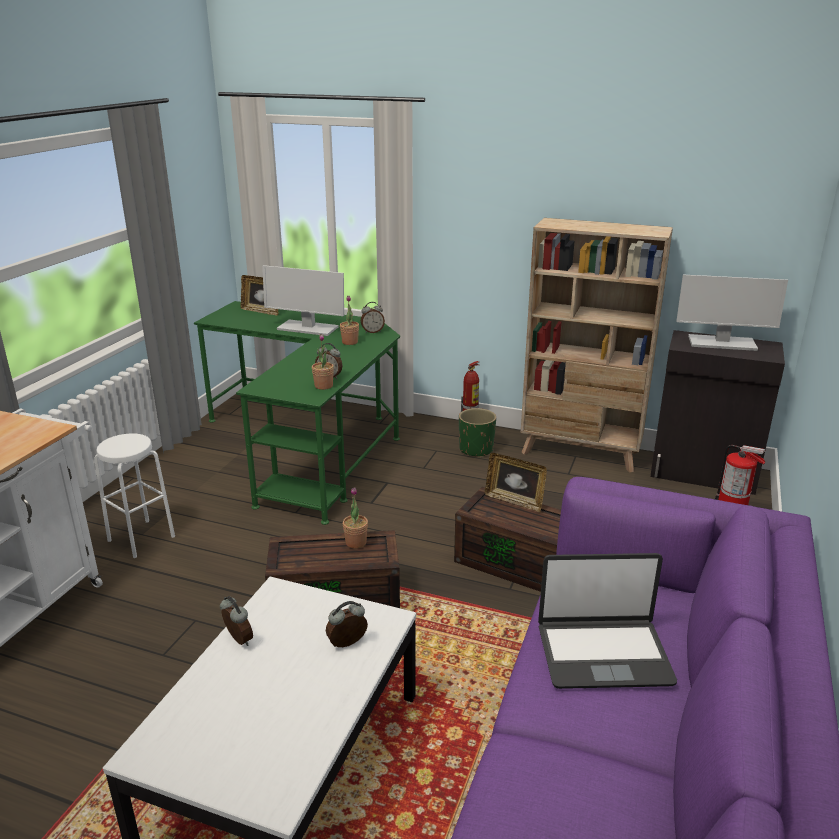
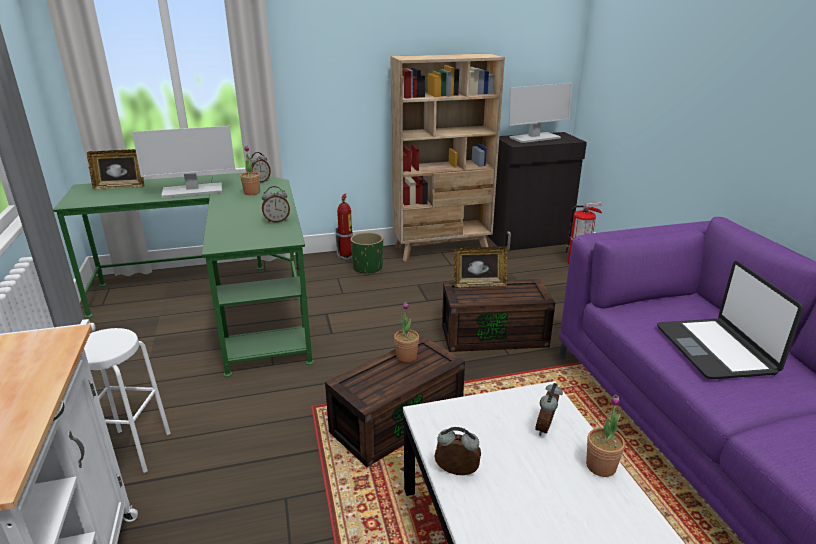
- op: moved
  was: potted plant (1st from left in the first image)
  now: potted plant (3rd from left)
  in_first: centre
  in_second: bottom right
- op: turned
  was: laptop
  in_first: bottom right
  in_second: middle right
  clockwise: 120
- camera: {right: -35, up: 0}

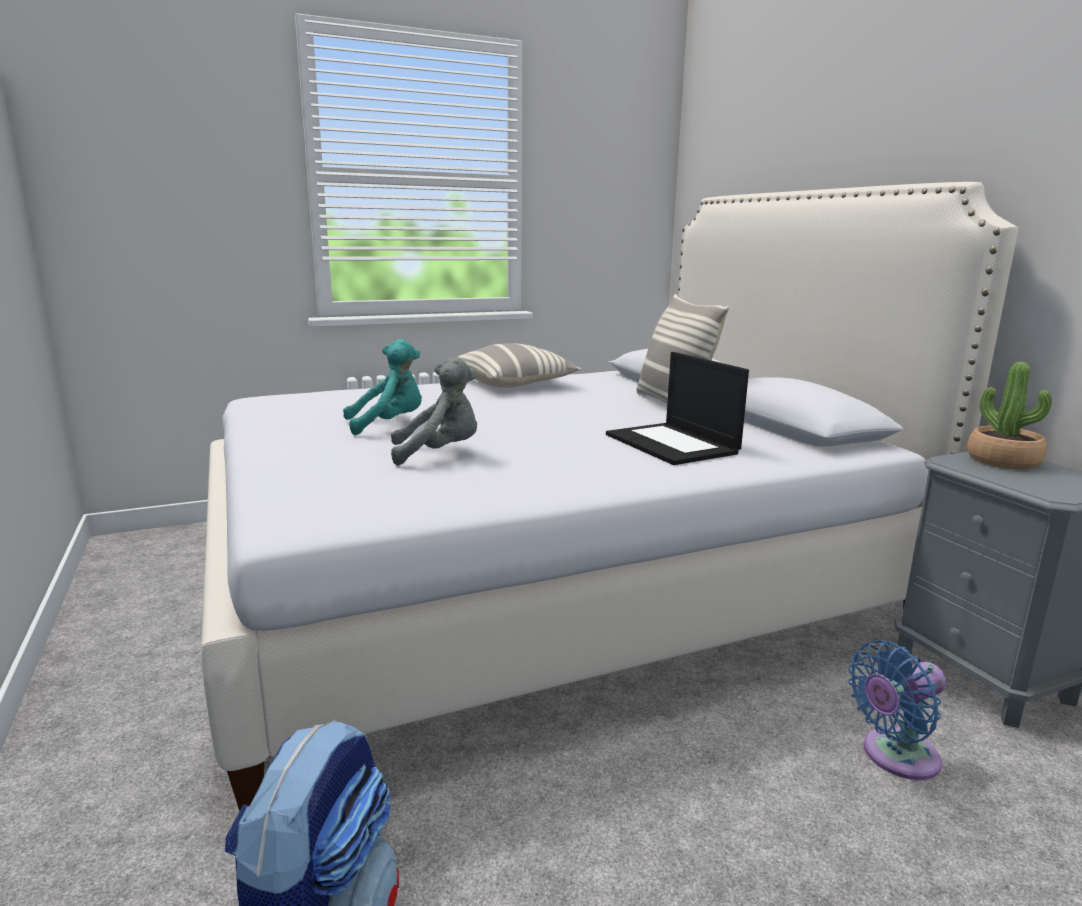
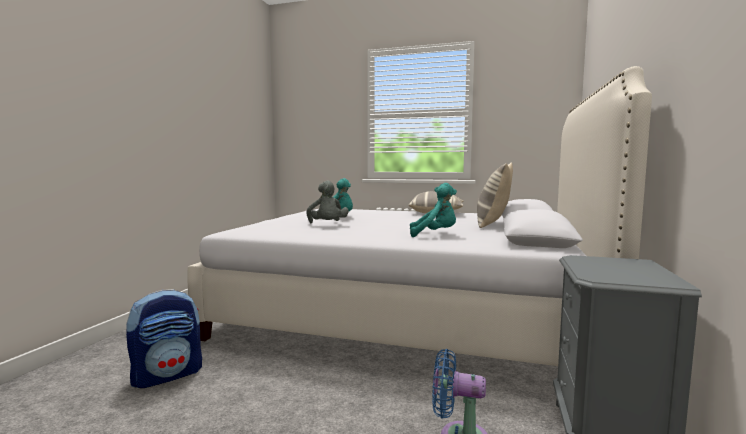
- op: turned
  was: grey plush toy
  in_first: centre
  in_second: centre
  clockwise: 45
- op: replaced
  was: laptop
  now: turquoise plush toy (2nd from left)
  in_first: centre
  in_second: centre
- op: removed
  was: potted plant
  in_first: middle right
- camera: {right: 40, up: -10}

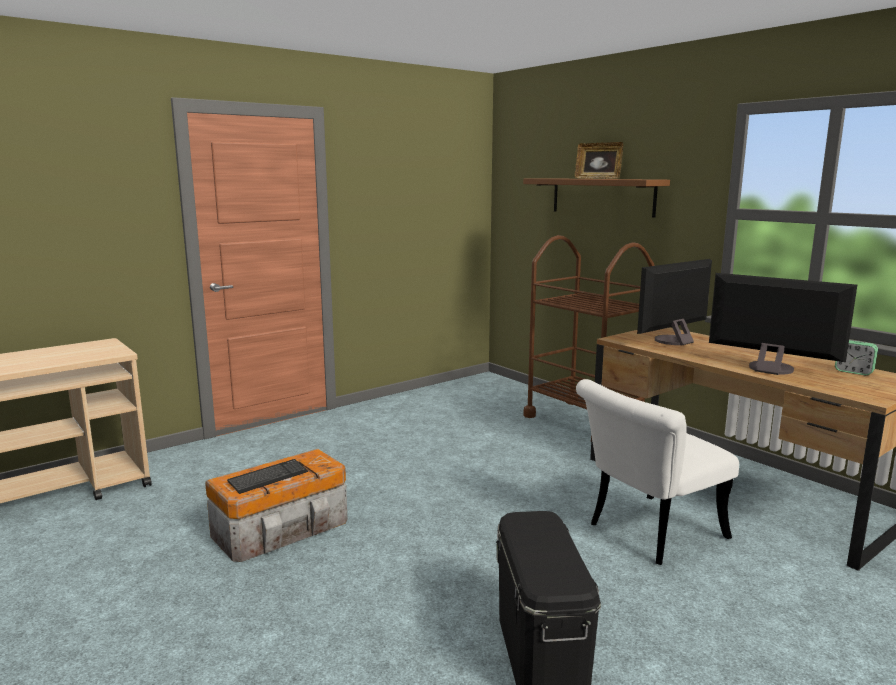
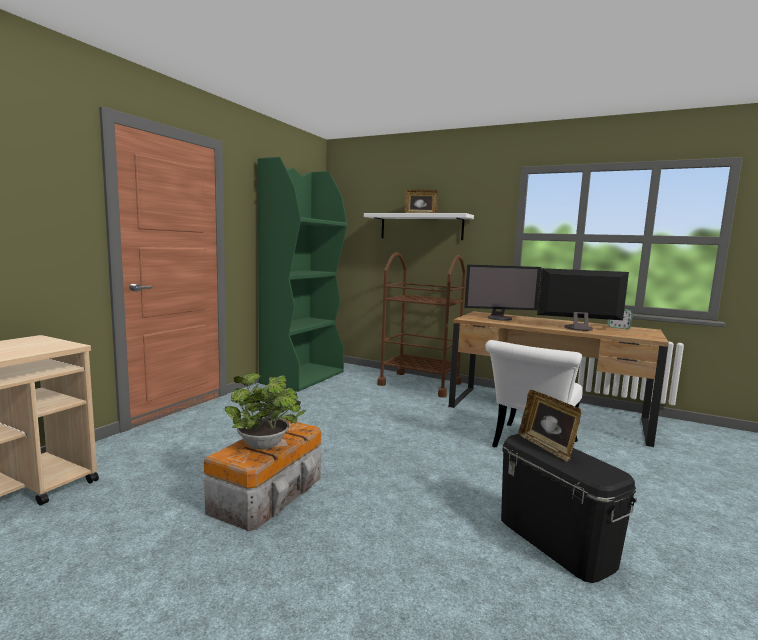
- op: replaced
  was: keyboard
  now: potted plant
  in_first: bottom left
  in_second: centre
- op: added
  now: green bookcase
  in_second: centre
- op: recoloured
  was: brown shelf
  now: white shelf
  in_first: top centre
  in_second: centre
- op: turned
  was: monitor (1st from left)
  in_first: middle right
  in_second: centre
  clockwise: -120
- op: added
  now: picture frame (2nd from left)
  in_second: middle right
- camera: {right: -25, up: -5}

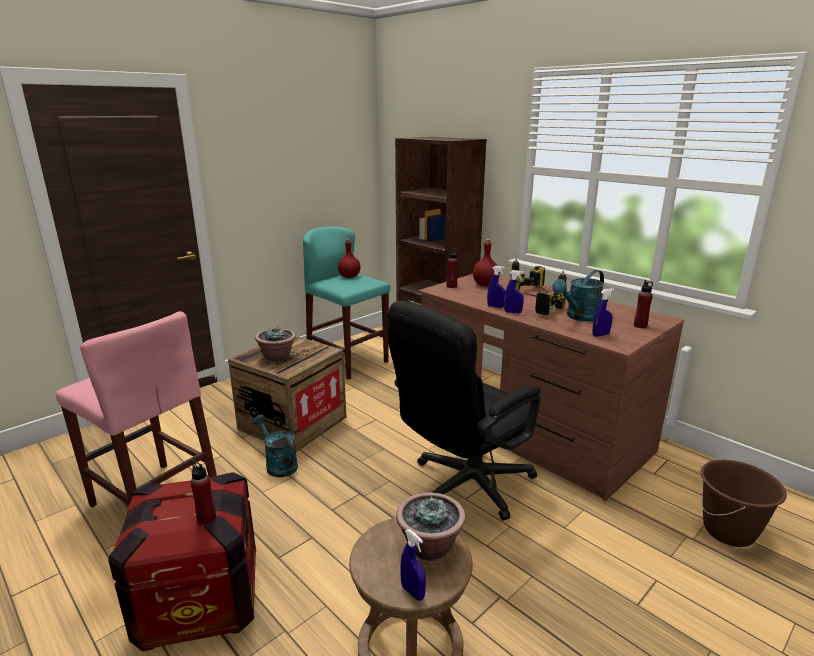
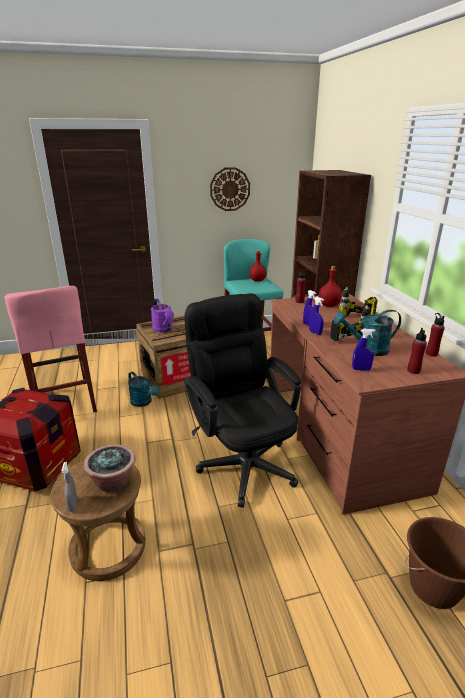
- op: recoloured
  was: blue spray bottle (1st from left)
  now: grey spray bottle
  in_first: bottom centre
  in_second: bottom left
- op: turned
  was: turquoise watering can (1st from left)
  in_first: bottom centre
  in_second: middle left
  clockwise: 150
- op: replaced
  was: potted plant (1st from left)
  now: purple watering can
  in_first: centre
  in_second: centre
- op: turned
  was: black office chair
  in_first: centre
  in_second: centre
  clockwise: 75
- op: added
  now: wall clock
  in_second: top centre
- op: moved
  was: red bottle (1st from left in the first image)
  now: red bottle (5th from left)
  in_first: bottom left
  in_second: middle right
- camera: {right: 30, up: 5}

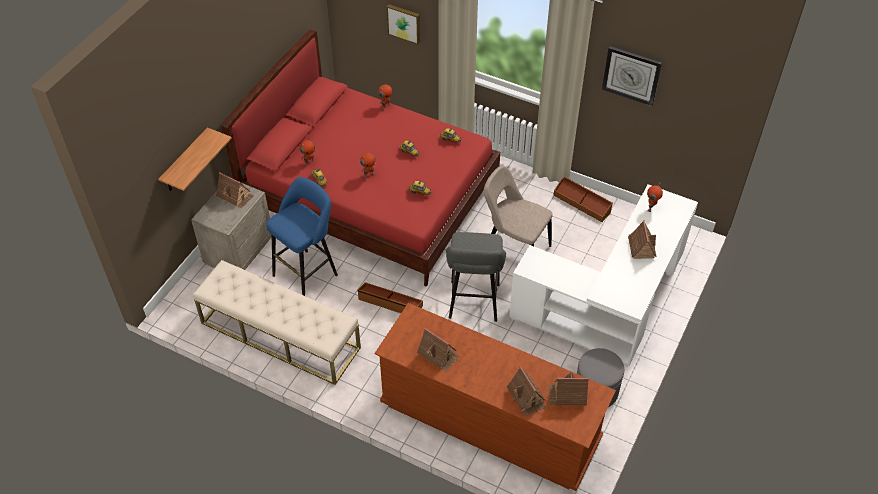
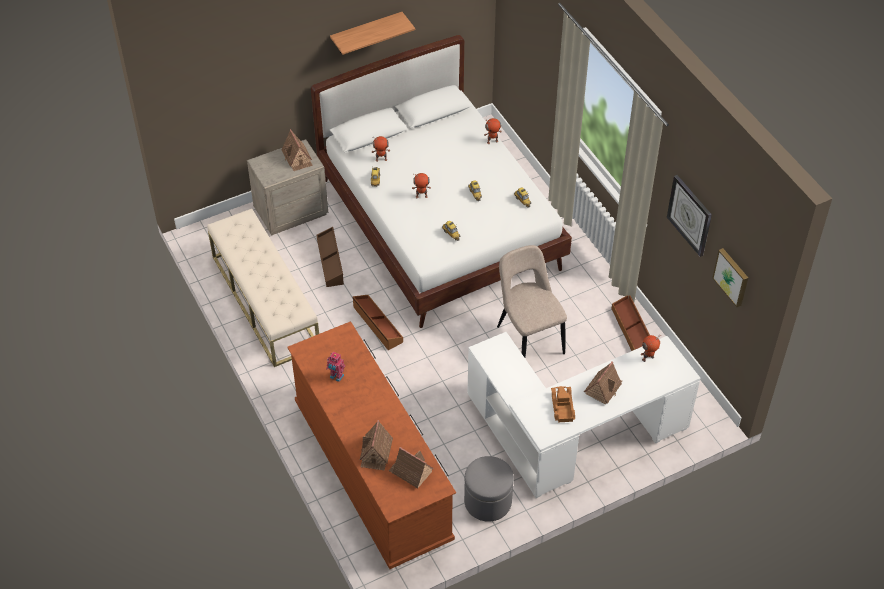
- op: recoloured
  was: red bed
  now: white bed
  in_first: top centre
  in_second: top centre
- op: replaced
  was: blue stool
  now: brown storage box (1st from left)
  in_first: centre
  in_second: centre
- op: replaced
  was: toy house (2nd from left)
  now: toy robot (1st from left)
  in_first: bottom centre
  in_second: centre
- op: moved
  was: shelf
  in_first: top left
  in_second: top centre
- op: added
  now: toy truck
  in_second: bottom centre
- op: moved
  was: picture
  in_first: top centre
  in_second: middle right
- op: removed
  was: grey stool
  in_first: centre
- camera: {right: 35, up: 0}

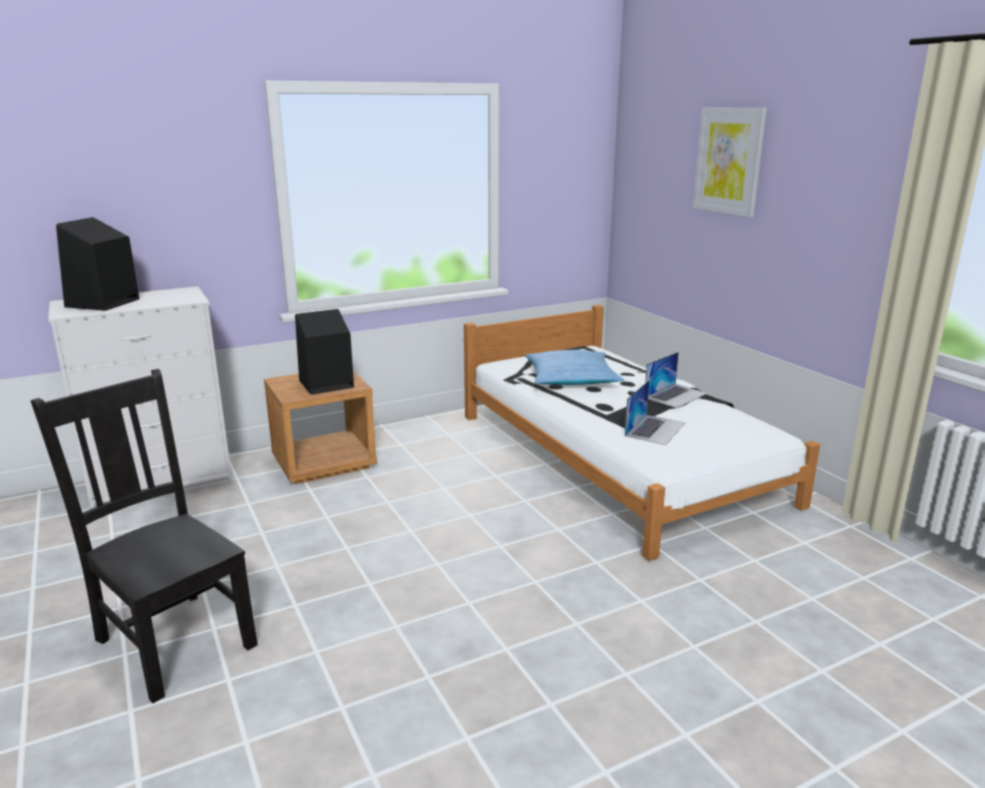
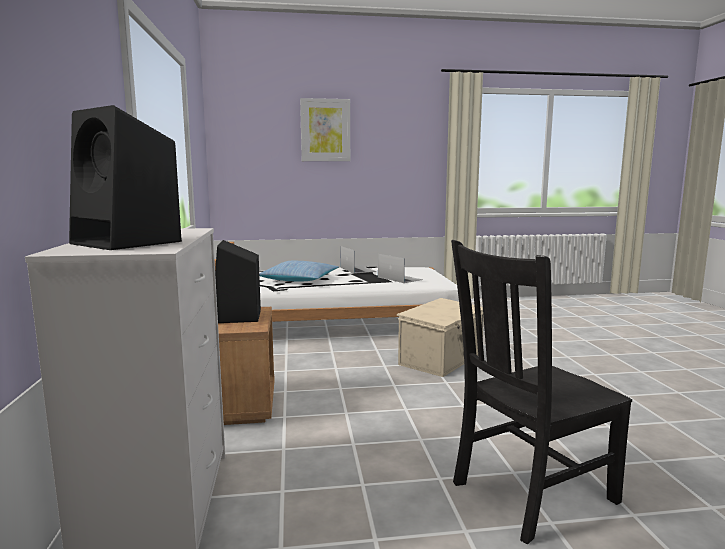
- op: added
  now: beige storage box
  in_second: centre
- camera: {right: -70, up: -10}

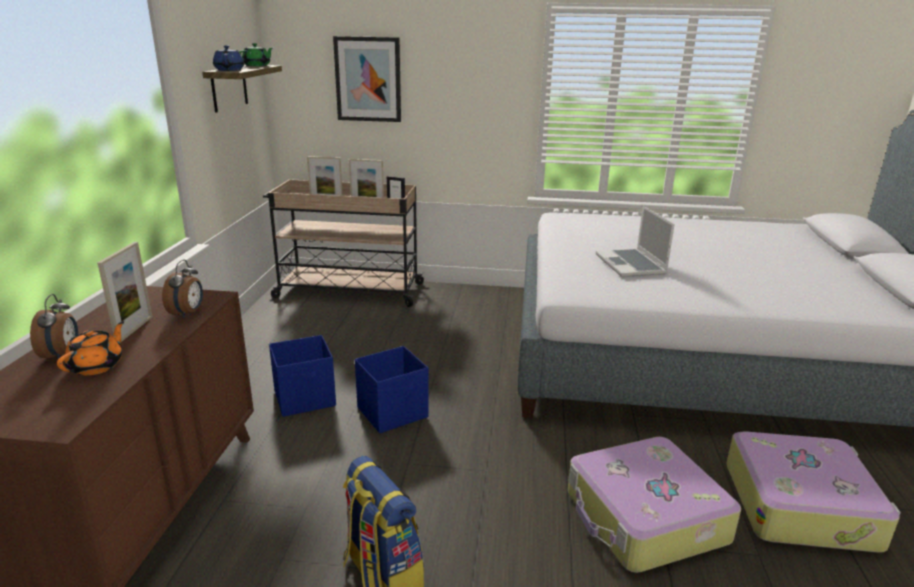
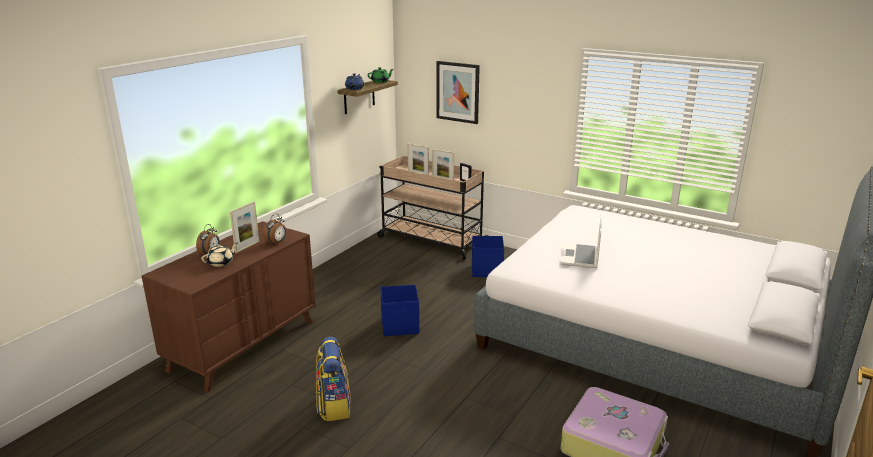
- op: recoloured
  was: orange teapot
  now: beige teapot
  in_first: middle left
  in_second: middle left
- op: moved
  was: blue storage box (1st from left in the first image)
  now: blue storage box (2nd from left)
  in_first: middle left
  in_second: centre
- op: removed
  was: suitcase (1st from left)
  in_first: bottom right
- camera: {right: 25, up: 0}

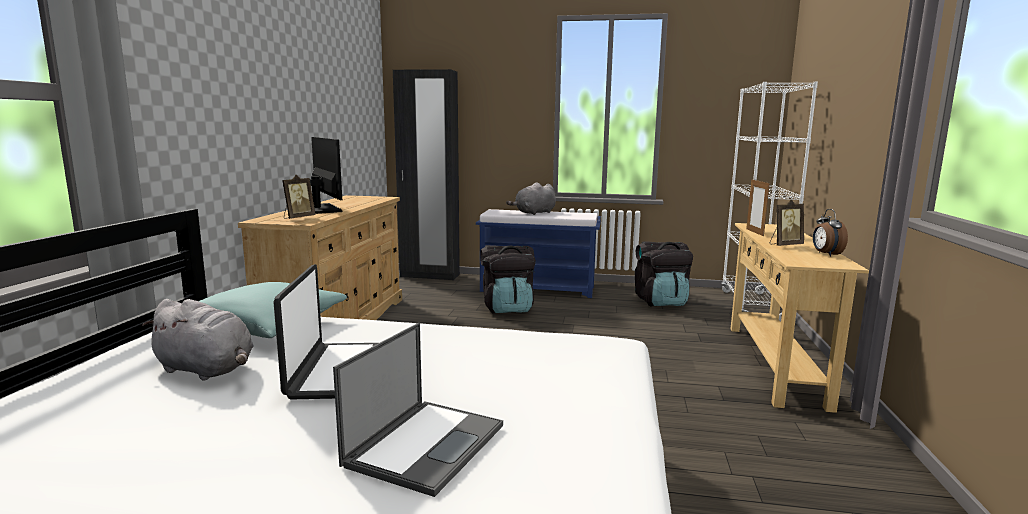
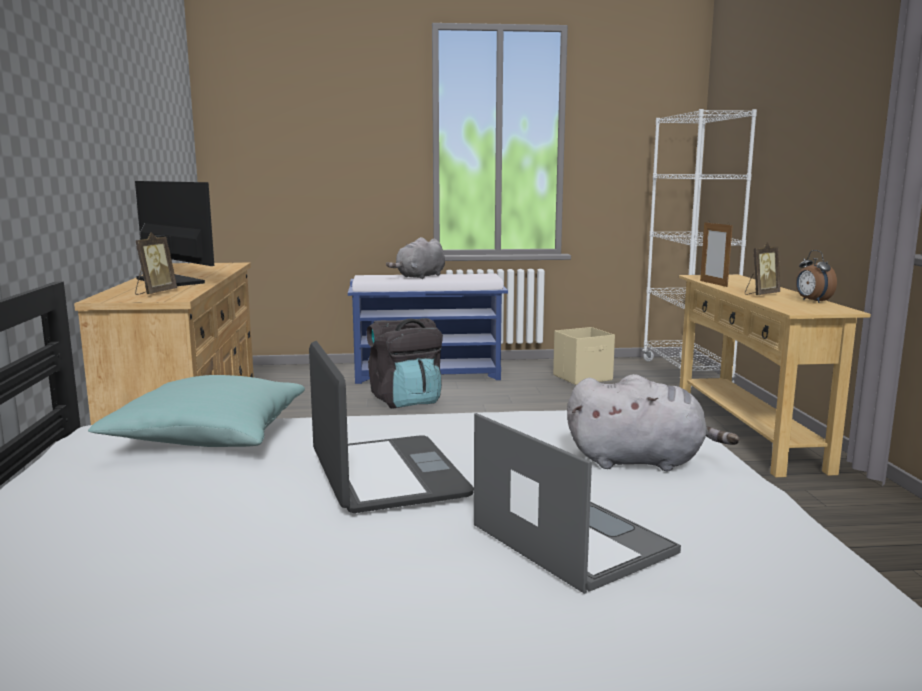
- op: turned
  was: laptop (2nd from left)
  in_first: bottom centre
  in_second: bottom centre
  clockwise: -45
- op: replaced
  was: black backpack (2nd from left)
  now: beige storage box
  in_first: centre
  in_second: centre
- op: moved
  was: grey plush toy (1st from left in the first image)
  now: grey plush toy (2nd from left)
  in_first: middle left
  in_second: middle right
- op: removed
  was: black wardrobe
  in_first: centre
- camera: {right: -15, up: 0}

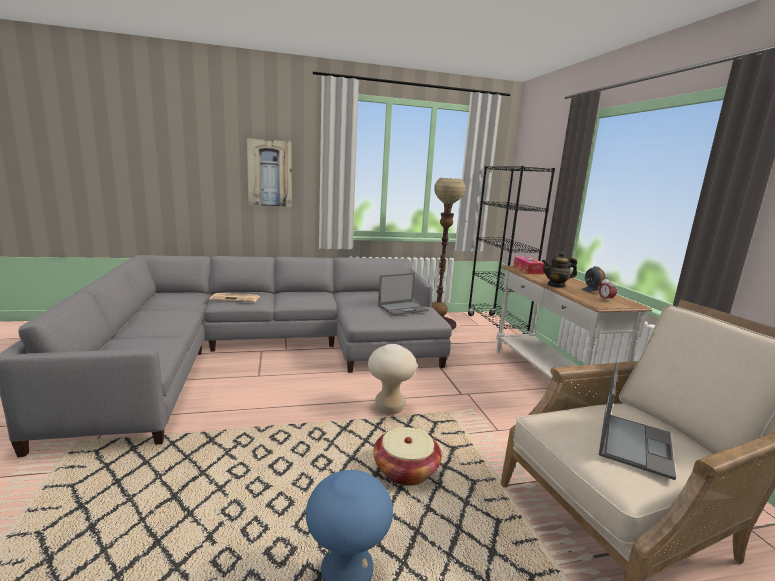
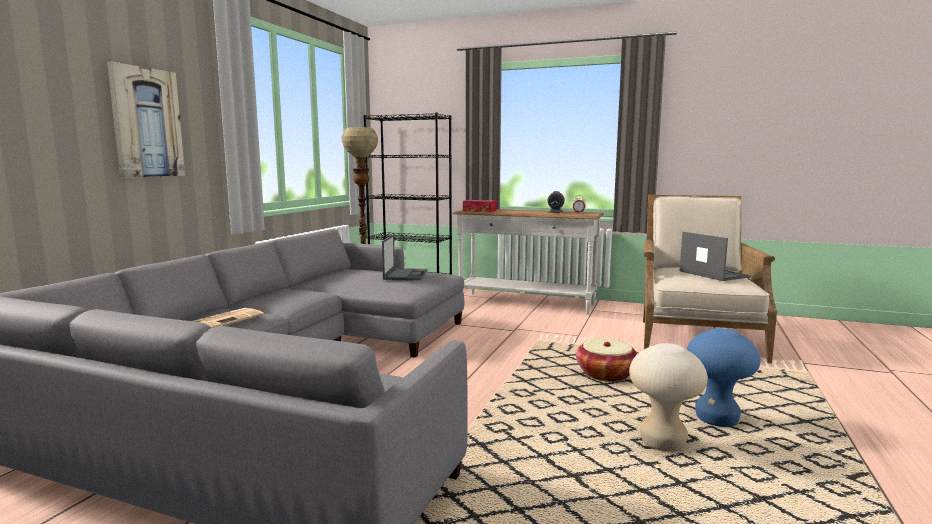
- op: moved
  was: beige stool
  in_first: centre
  in_second: bottom right
- op: removed
  was: teapot
  in_first: middle right
- camera: {right: -55, up: -5}

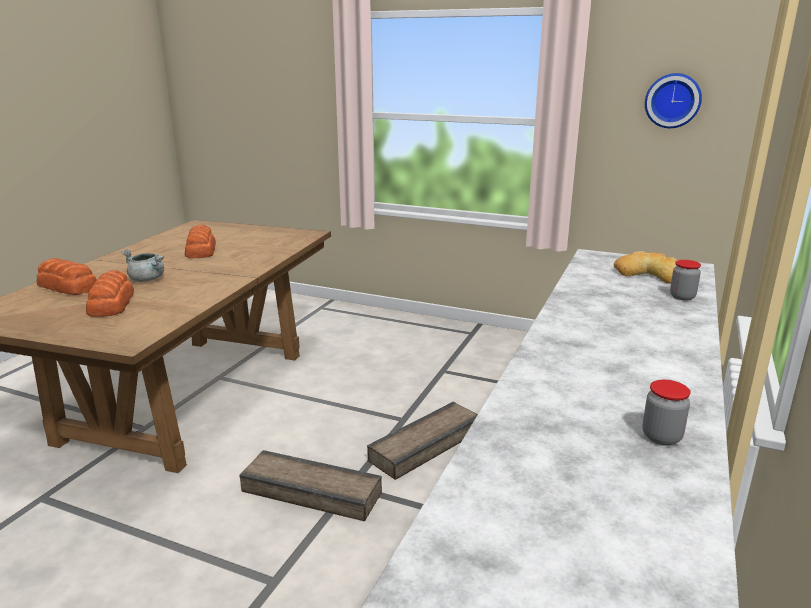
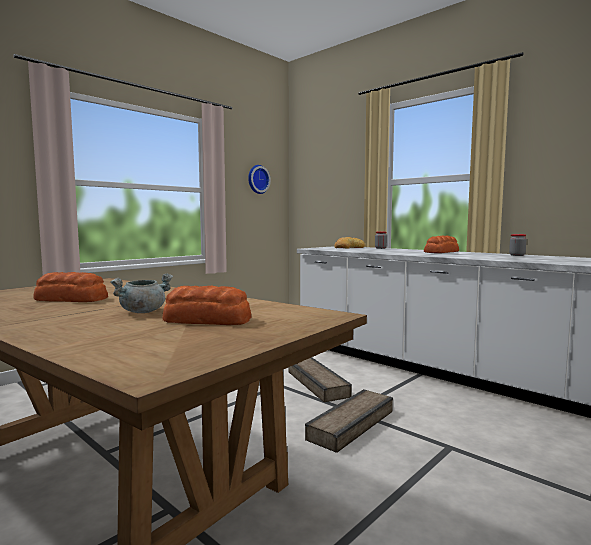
- op: moved
  was: bread (1st from left in the first image)
  now: bread (4th from left)
  in_first: middle left
  in_second: middle right
- camera: {right: -70, up: -15}

